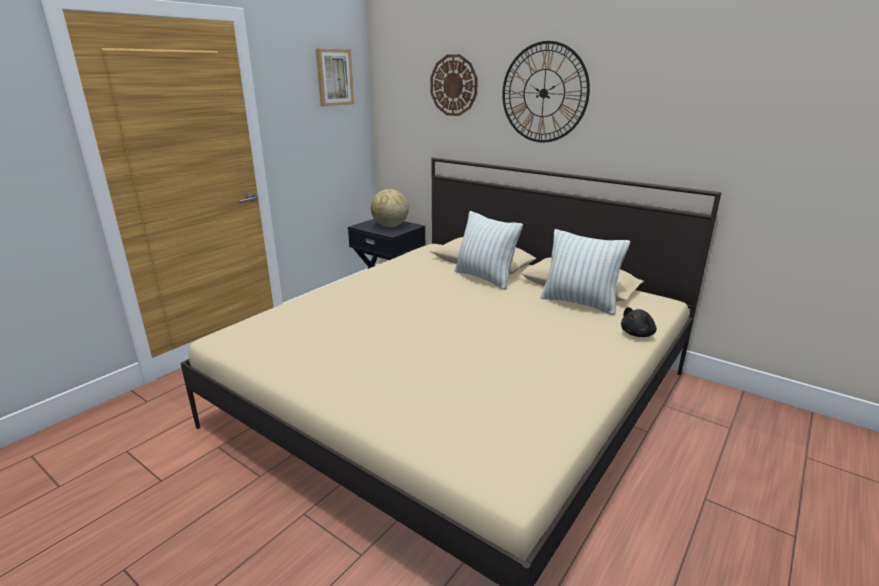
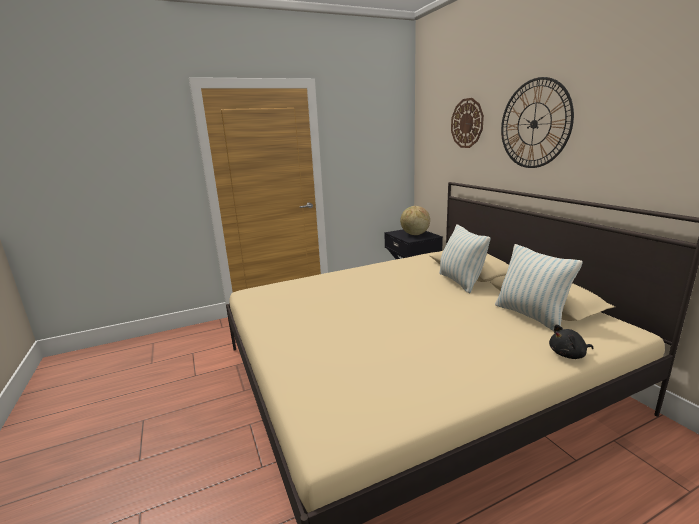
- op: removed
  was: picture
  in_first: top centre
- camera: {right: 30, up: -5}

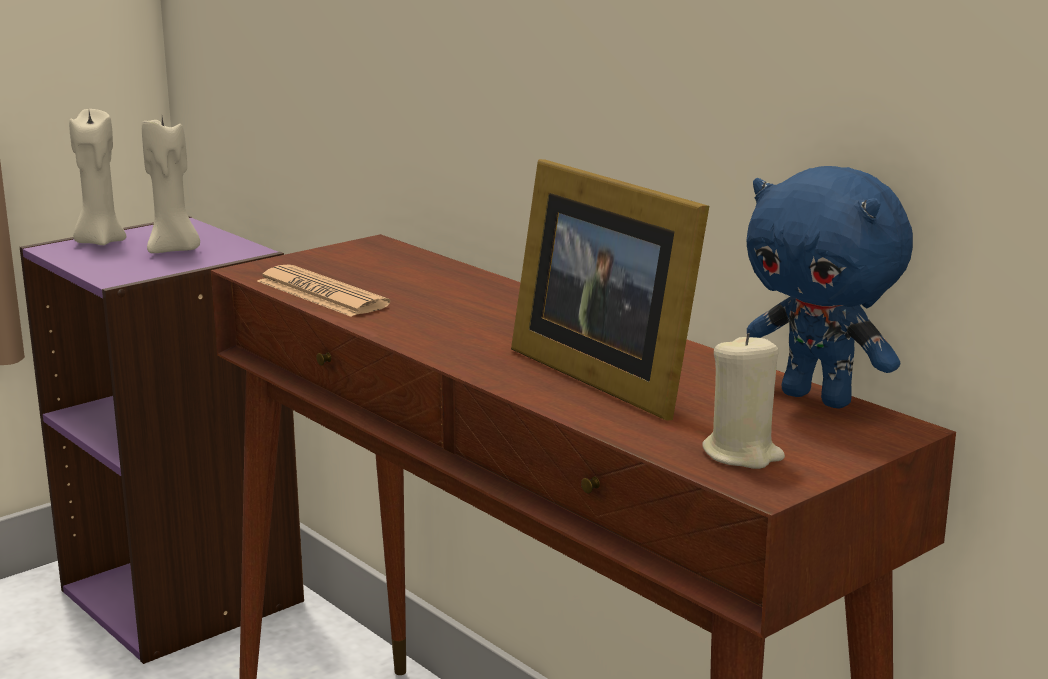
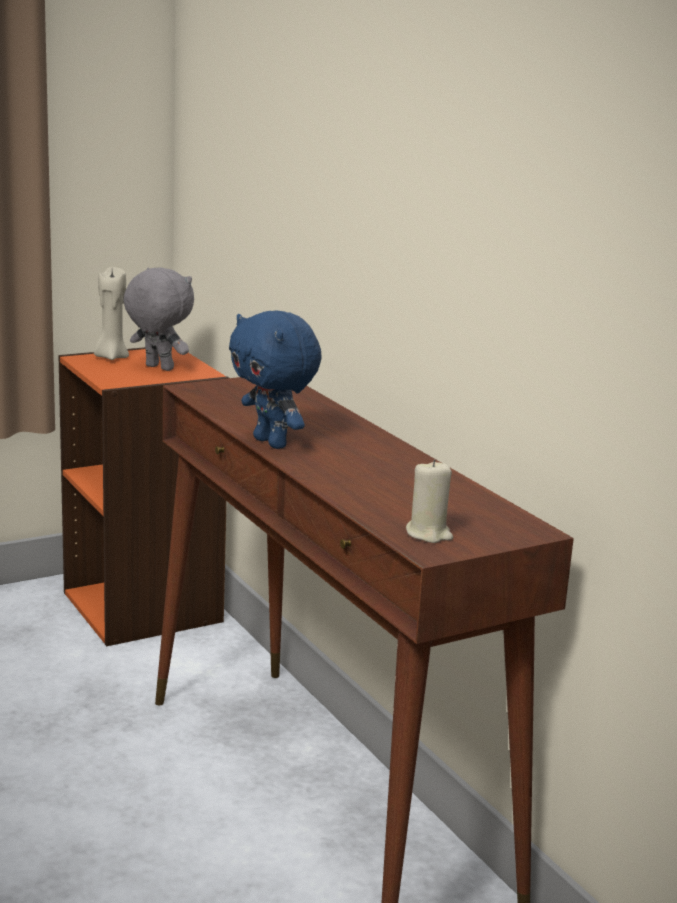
- op: recoloured
  was: purple bookcase
  now: orange bookcase
  in_first: middle left
  in_second: middle left
- op: replaced
  was: beige candle (2nd from left)
  now: grey plush toy
  in_first: top left
  in_second: middle left
- op: moved
  was: blue plush toy
  in_first: middle right
  in_second: centre
- op: removed
  was: newspaper
  in_first: middle left
- op: removed
  was: picture frame
  in_first: centre
- camera: {right: 10, up: 0}

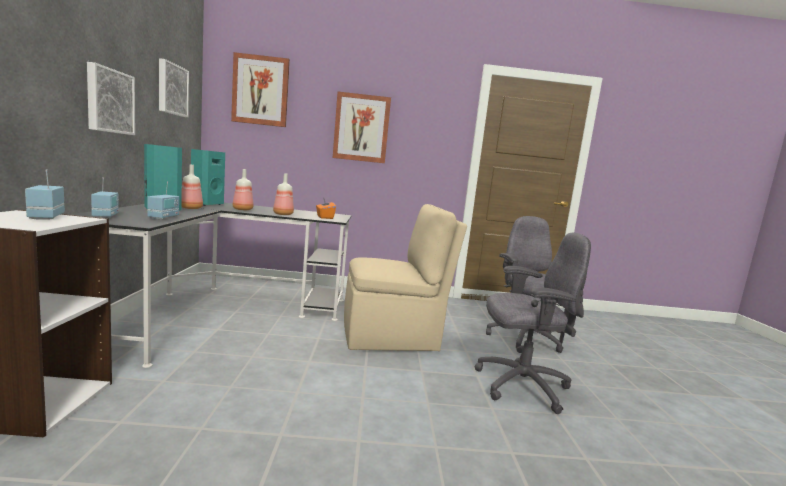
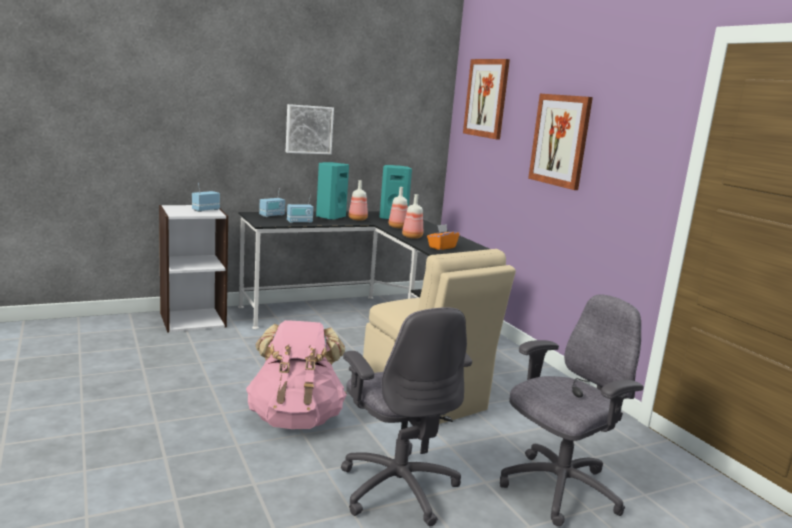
- op: added
  now: pink backpack
  in_second: bottom centre
- op: removed
  was: picture (2nd from left)
  in_first: top left
- camera: {right: 65, up: 5}

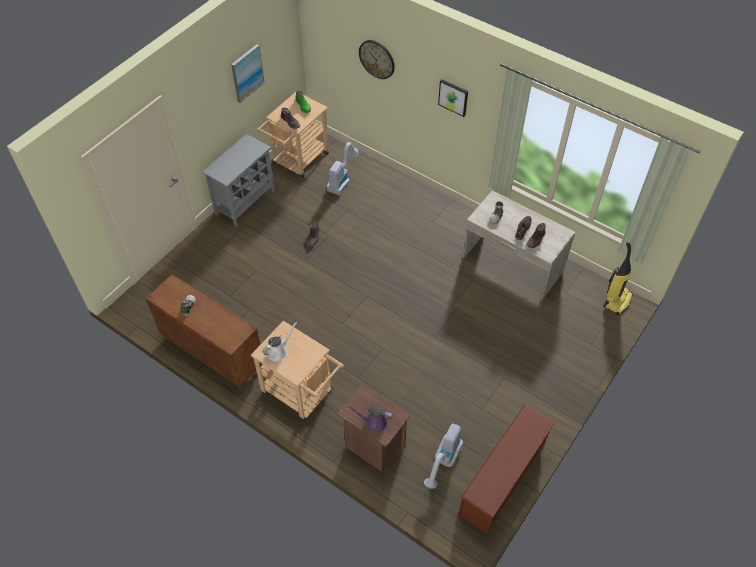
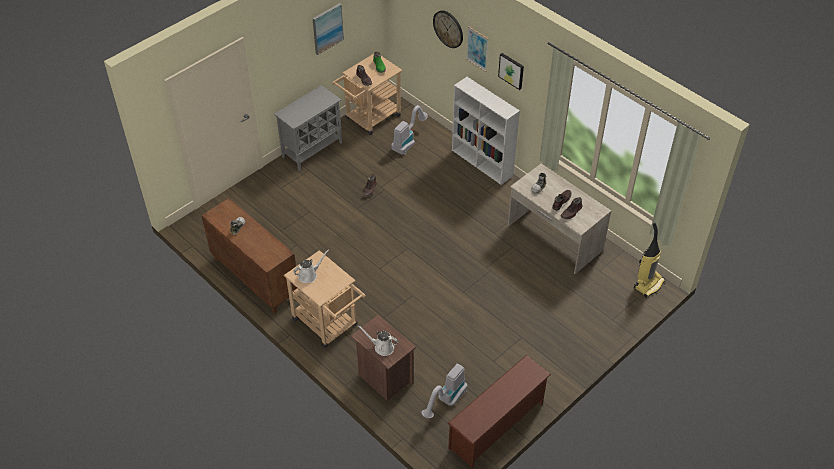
- op: recoloured
  was: purple watering can
  now: white watering can (2nd from left)
  in_first: bottom centre
  in_second: bottom centre
- op: added
  now: white bookcase
  in_second: top centre
- op: added
  now: picture (2nd from left)
  in_second: top centre
- camera: {right: 10, up: -5}

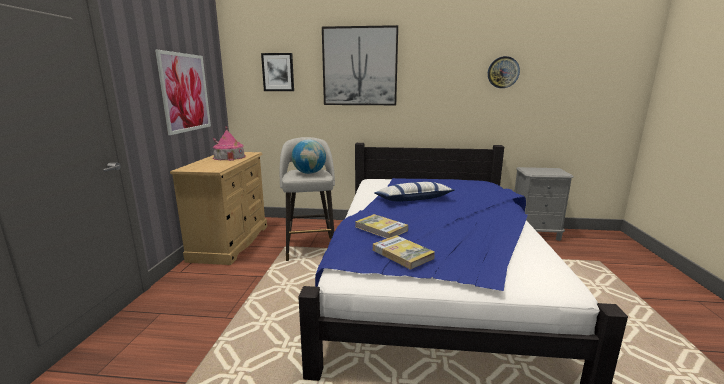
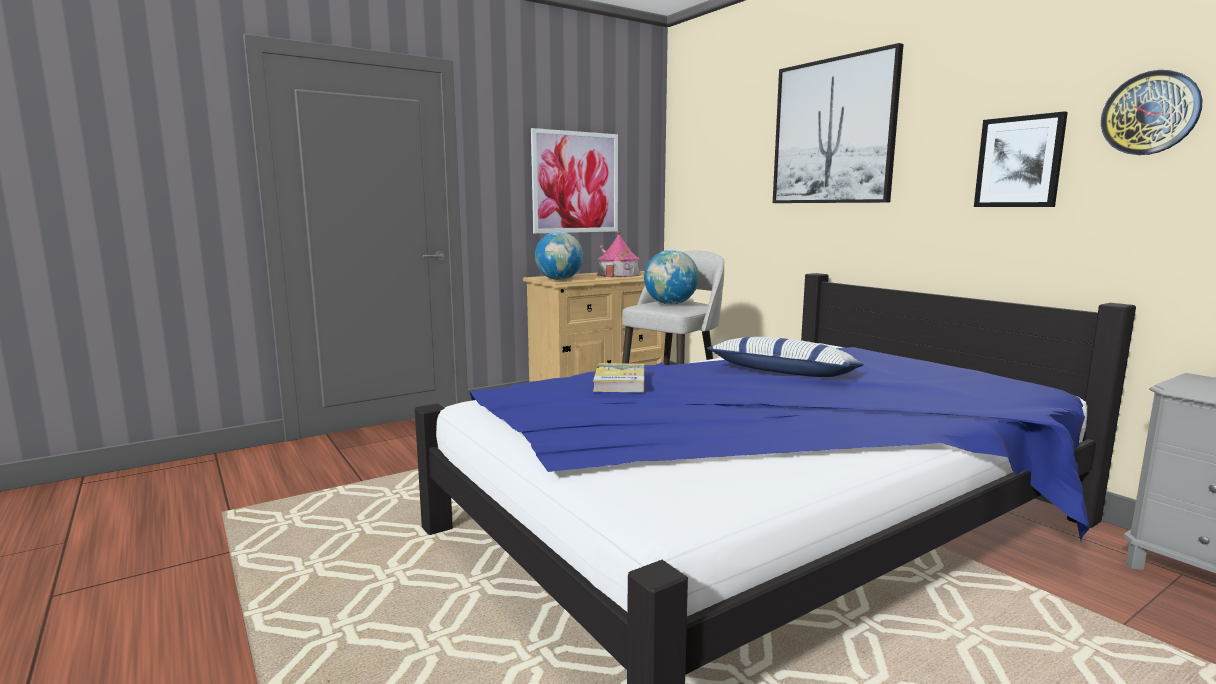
- op: added
  now: globe (1st from left)
  in_second: centre
- op: moved
  was: picture (2nd from left in the first image)
  now: picture (3rd from left)
  in_first: top centre
  in_second: top right
- op: removed
  was: book (2nd from left)
  in_first: centre
- camera: {right: 50, up: -5}

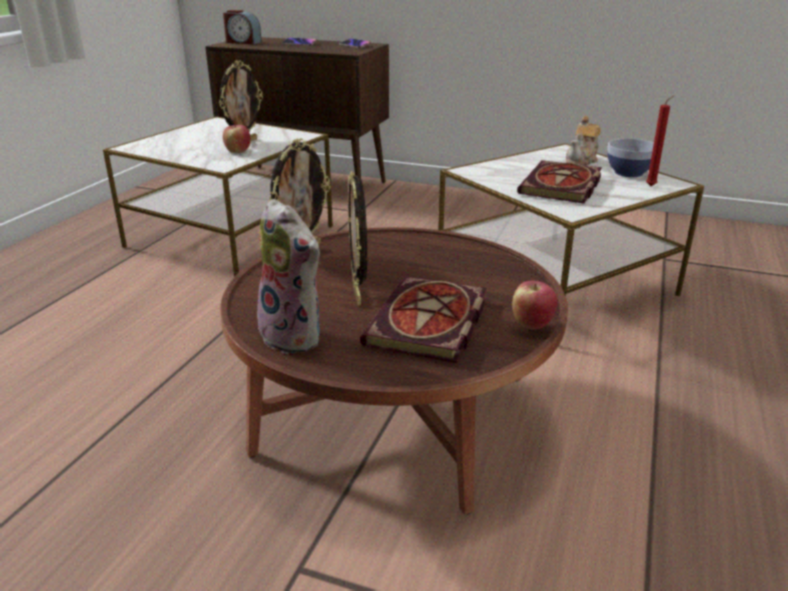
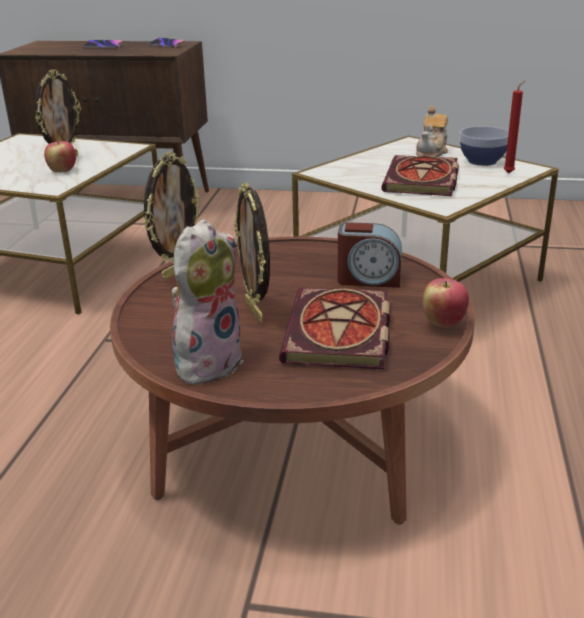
- op: turned
  was: plush toy
  in_first: centre
  in_second: centre
  clockwise: -90
- op: moved
  was: alarm clock
  in_first: top left
  in_second: centre
- camera: {right: -10, up: 0}

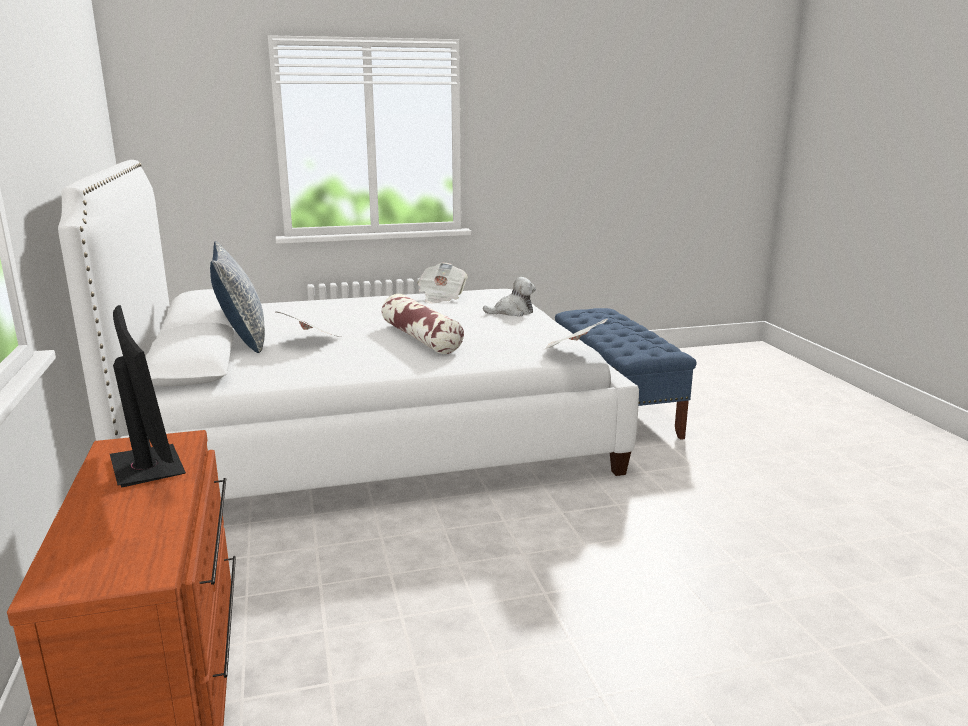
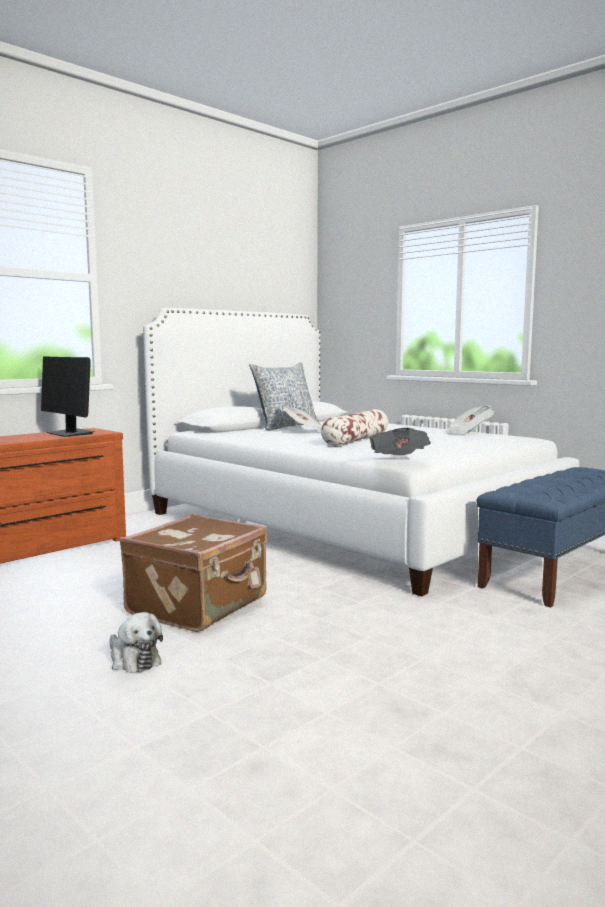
- op: turned
  was: monitor
  in_first: middle left
  in_second: middle left
  clockwise: 105
- op: moved
  was: plush toy
  in_first: centre
  in_second: bottom left
- op: added
  now: brown suitcase
  in_second: middle left
- camera: {right: 60, up: -10}

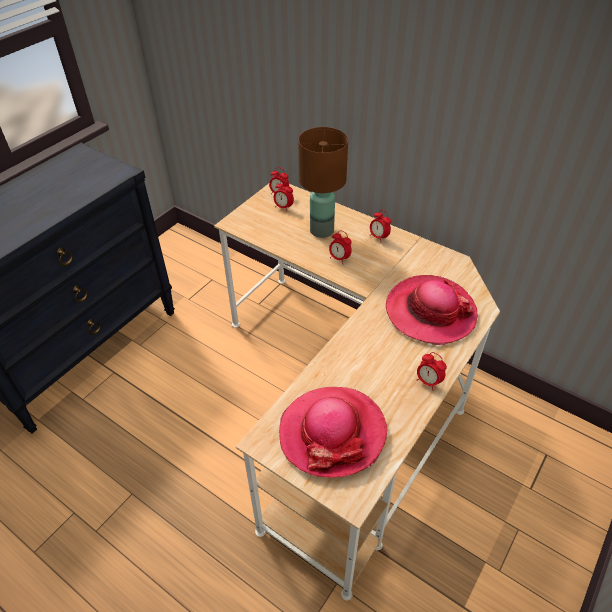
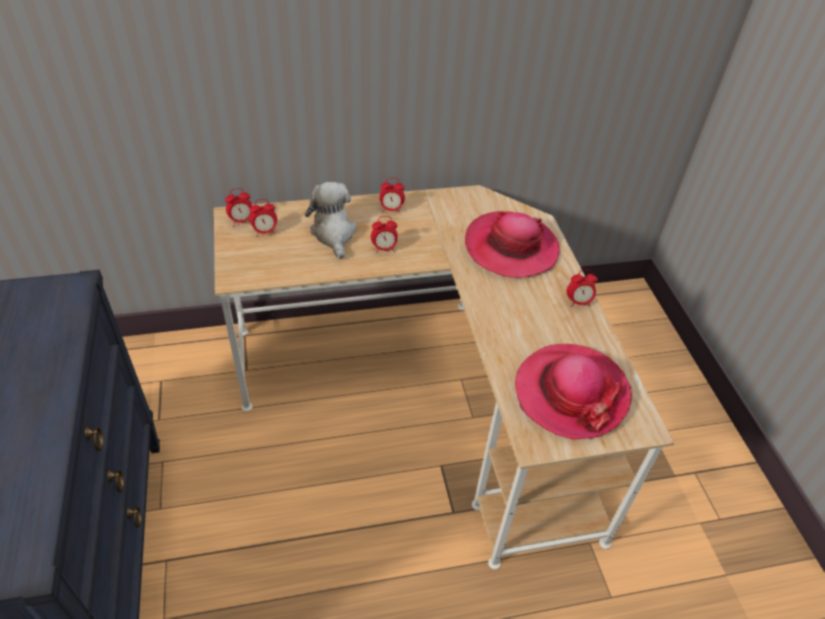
- op: replaced
  was: brown table lamp
  now: plush toy
  in_first: top centre
  in_second: centre
- camera: {right: -50, up: 0}

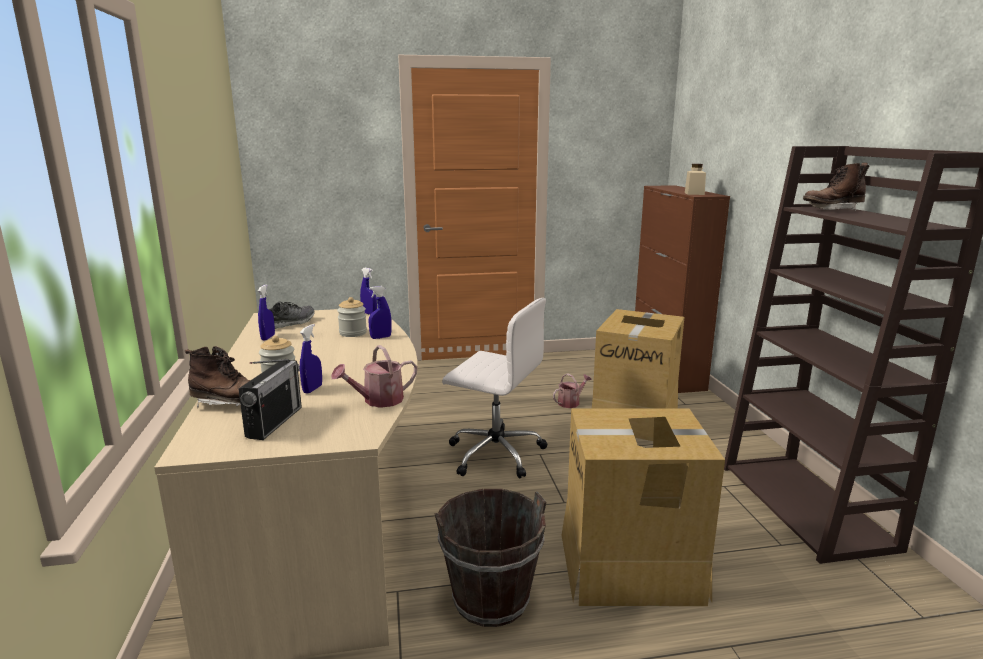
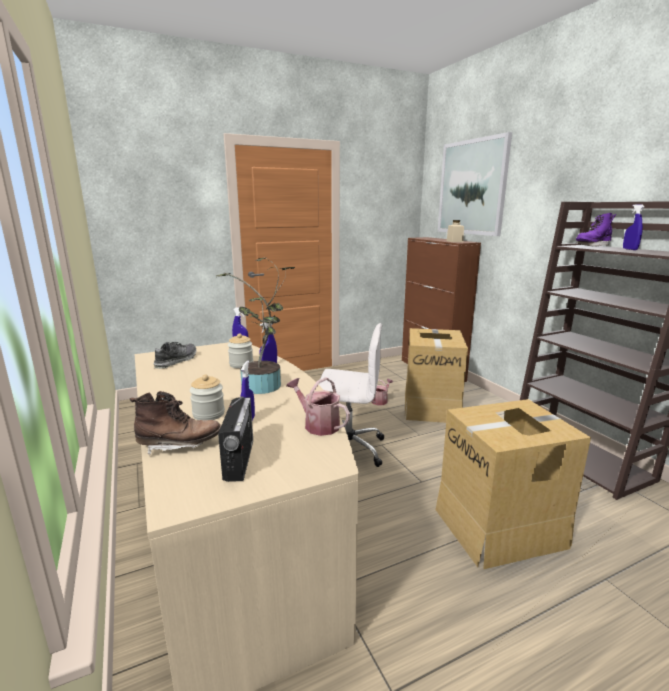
- op: added
  now: potted plant
  in_second: centre
- op: turned
  was: watering can (1st from left)
  in_first: centre
  in_second: centre
  clockwise: 90
- op: added
  now: picture
  in_second: top right
- op: recoloured
  was: brown boot (2nd from left)
  now: purple boot
  in_first: top right
  in_second: top right
- op: moved
  was: blue spray bottle (1st from left in the first image)
  now: blue spray bottle (4th from left)
  in_first: middle left
  in_second: top right
- op: removed
  was: brown bucket
  in_first: bottom centre
- camera: {right: -15, up: 0}

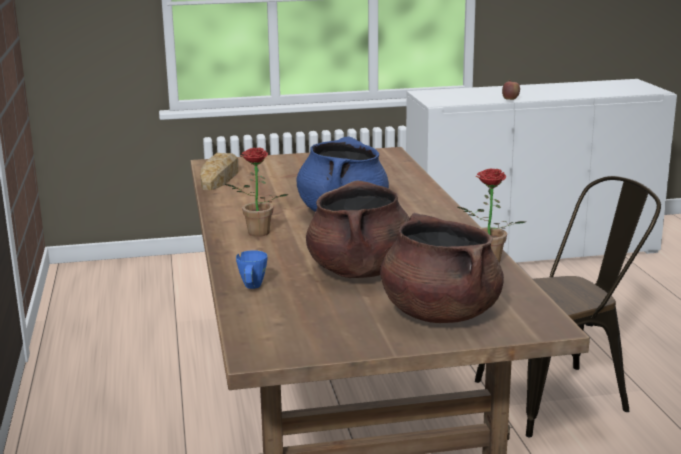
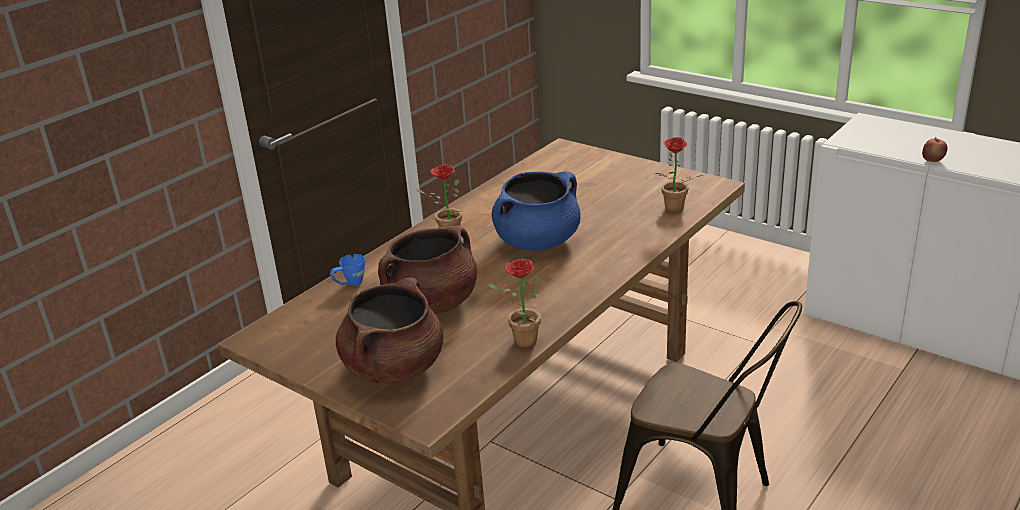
- op: added
  now: potted plant (3rd from left)
  in_second: centre
- op: removed
  was: bread
  in_first: middle left
- camera: {right: 50, up: 10}

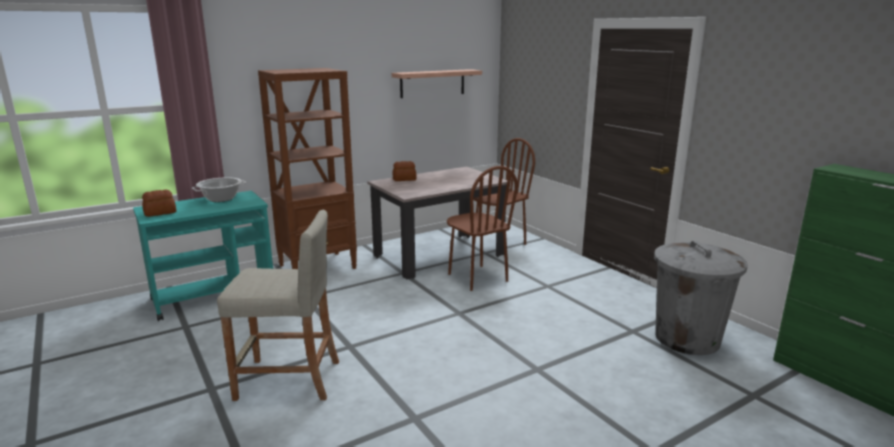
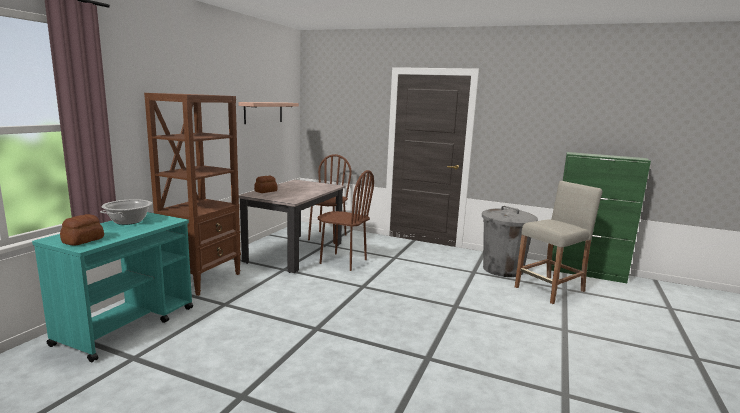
- op: moved
  was: beige stool
  in_first: bottom left
  in_second: middle right
- camera: {right: -35, up: -5}

